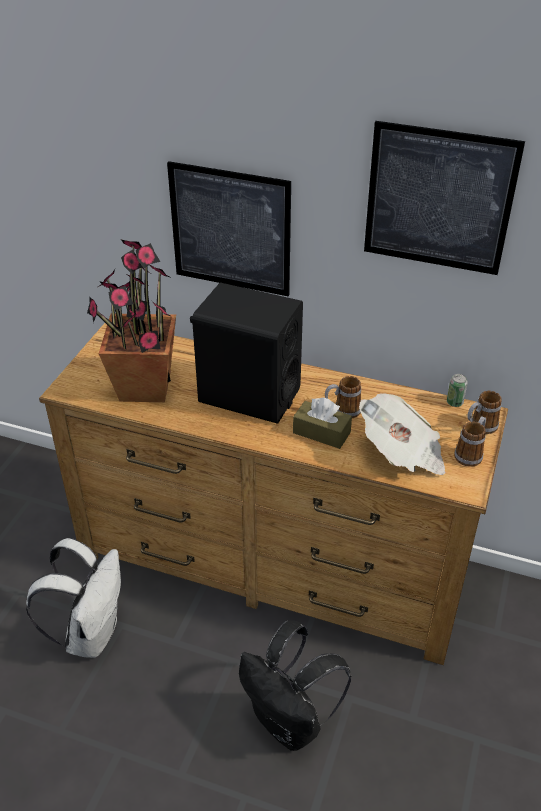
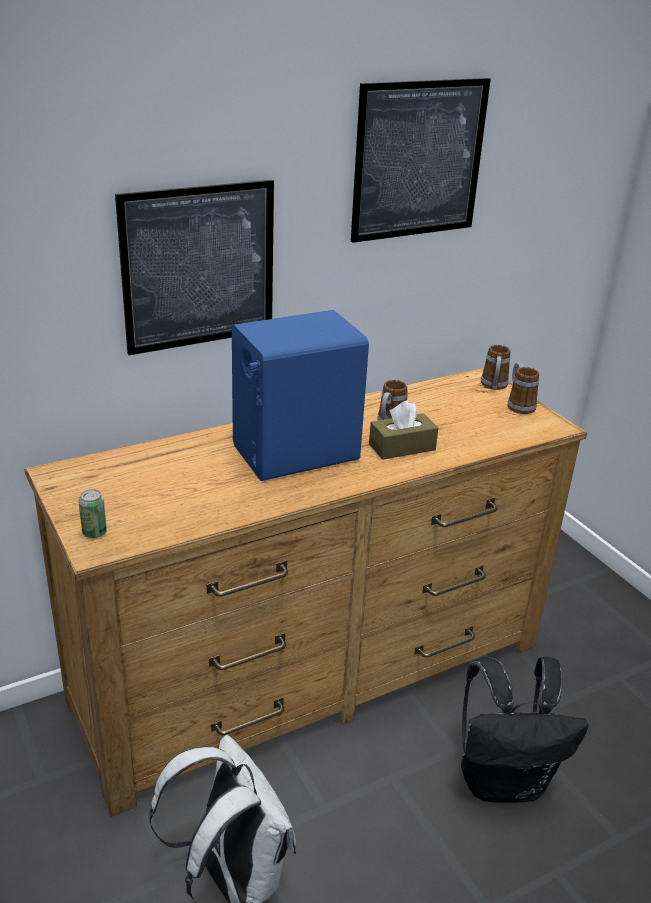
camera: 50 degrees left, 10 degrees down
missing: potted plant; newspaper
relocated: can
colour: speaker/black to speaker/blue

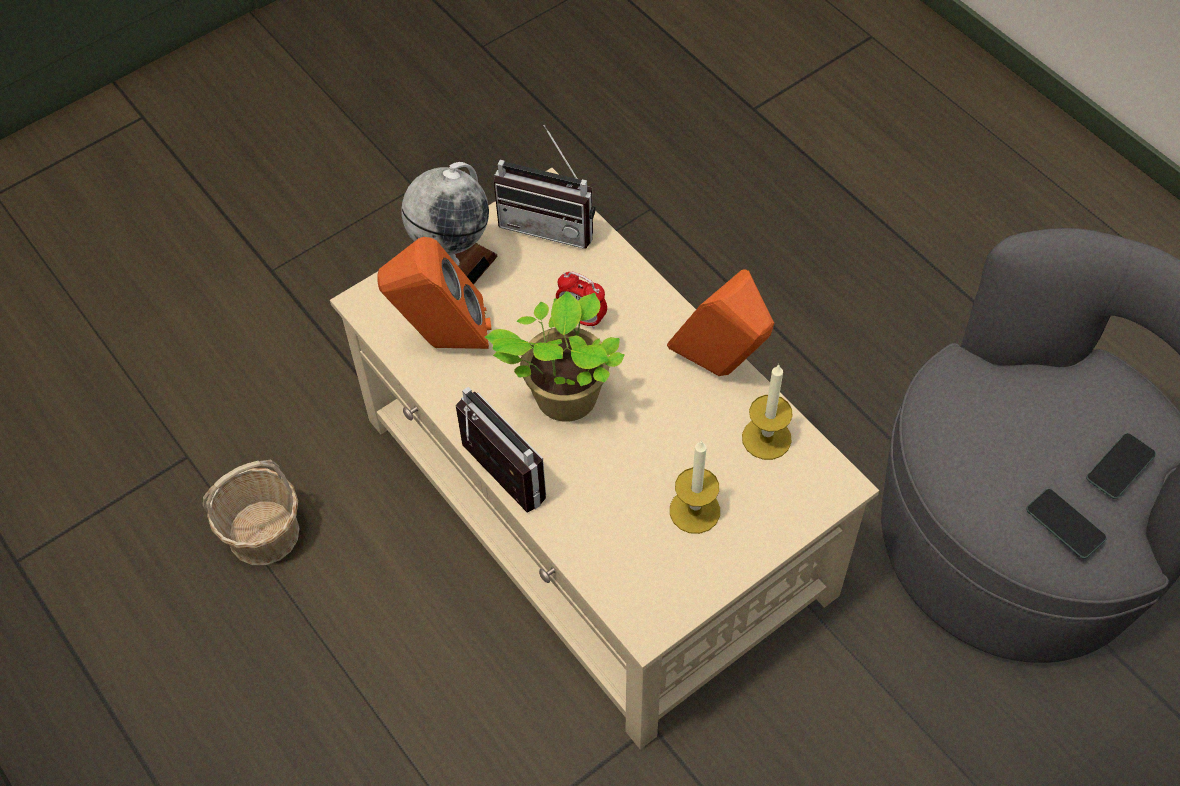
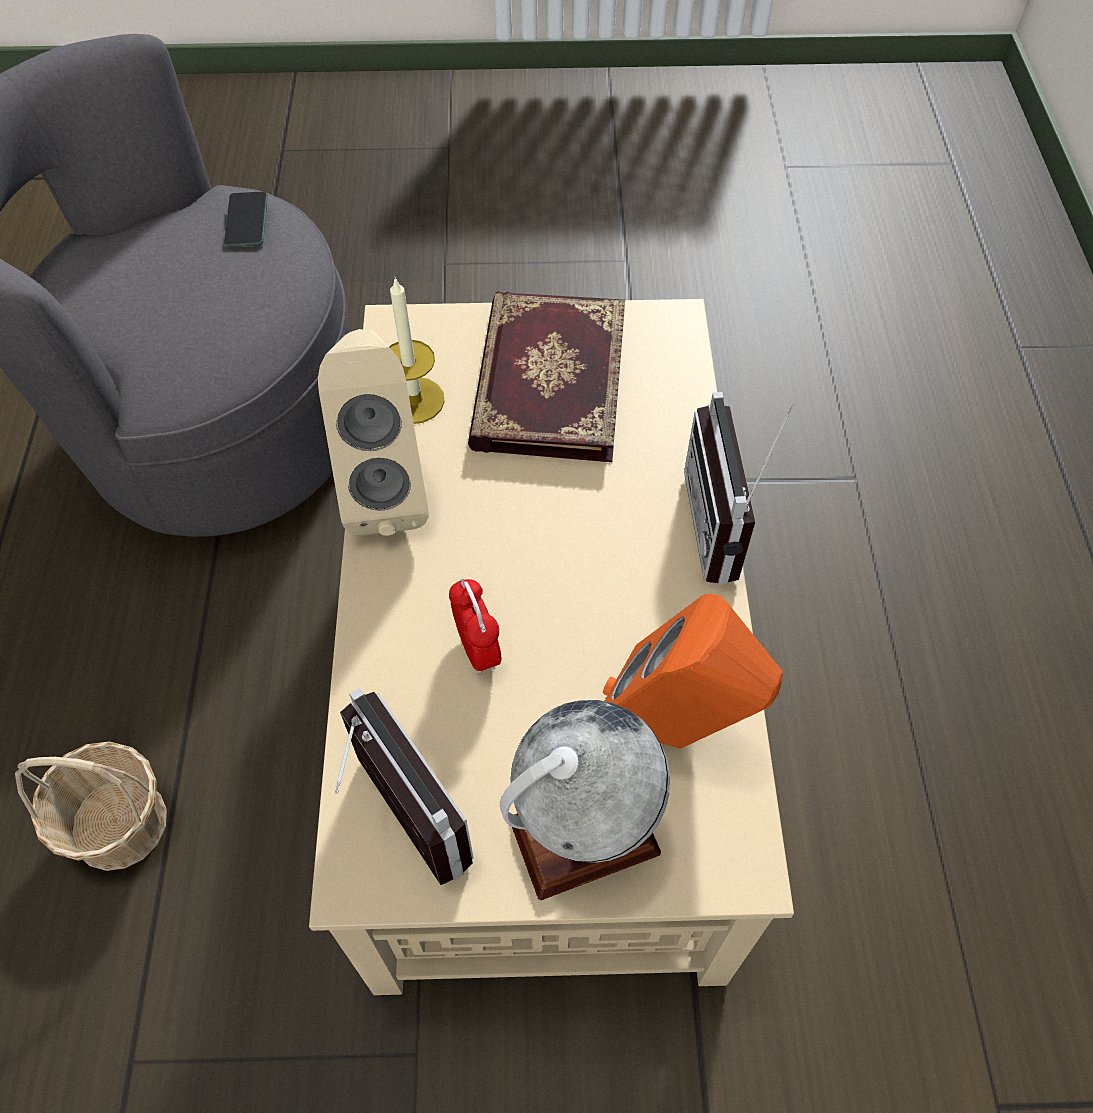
camera: 145 degrees left, 0 degrees up
missing: potted plant; phone (no. 2 from left)
relocated: basket
exchanged: candle (no. 1 from left) to book
colour: speaker/orange (no. 2 from left) to speaker/beige

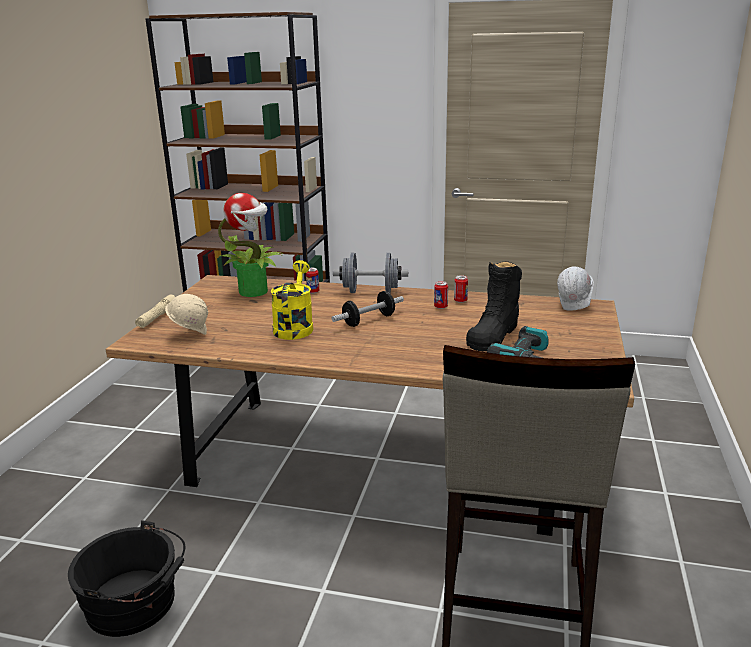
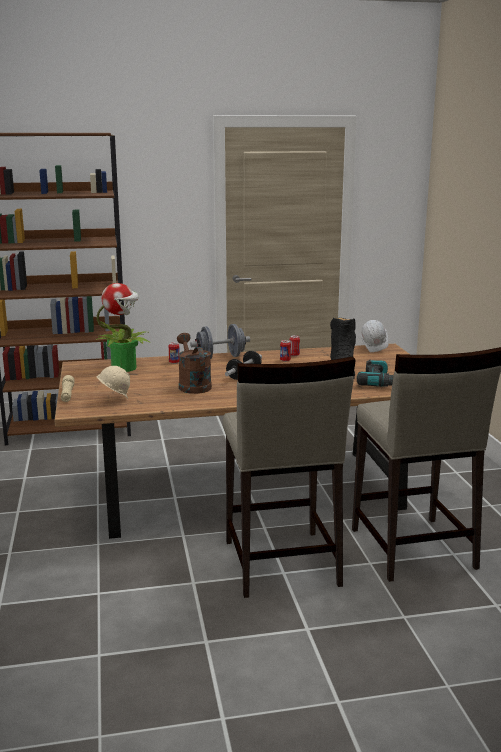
camera: 25 degrees left, 5 degrees down
missing: bucket/black
appeared: stool/beige (no. 1 from left)
colour: watering can/yellow to watering can/brown

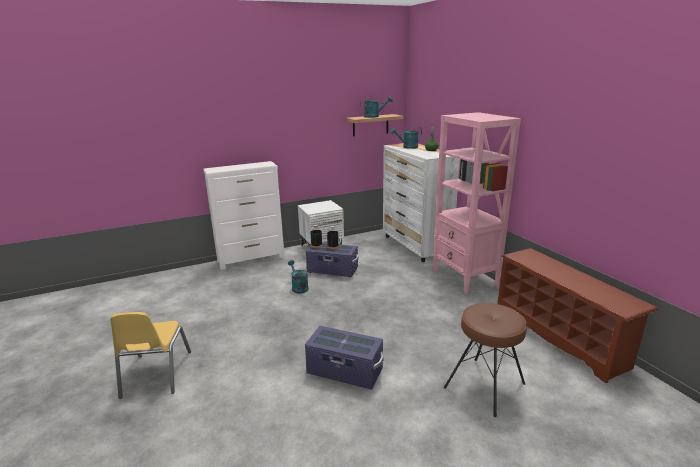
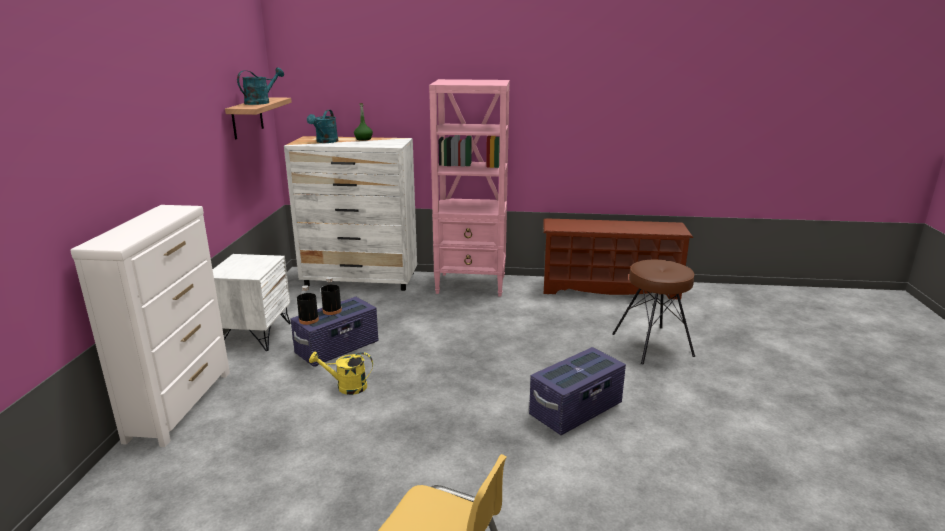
camera: 60 degrees left, 0 degrees up
colour: watering can/turquoise (no. 1 from left) to watering can/yellow

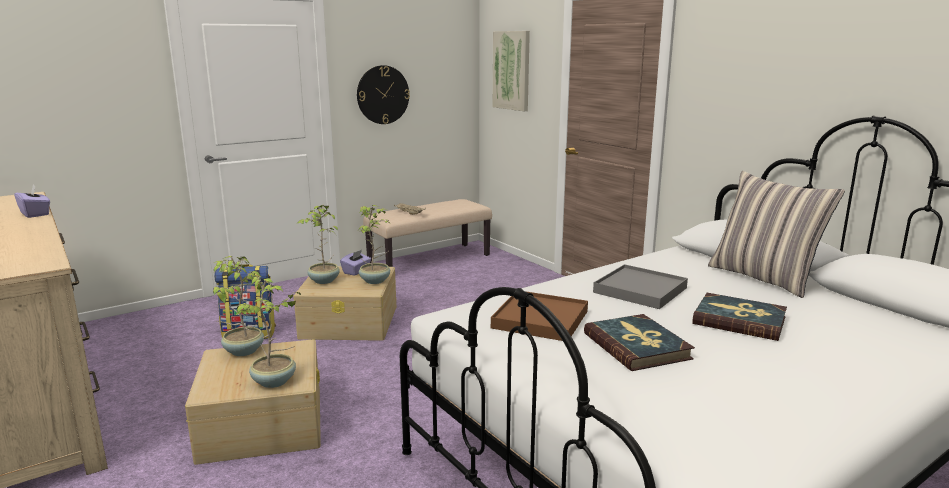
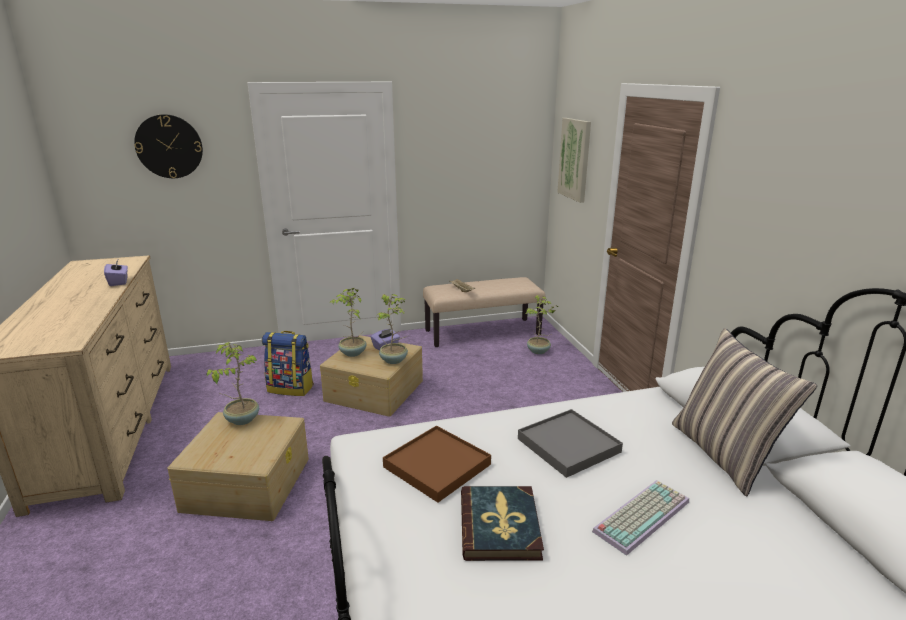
camera: 20 degrees right, 5 degrees up
relocated: wall clock; potted plant (no. 2 from left in the first image) to potted plant (no. 4 from left)
exchanged: book (no. 2 from left) to keyboard

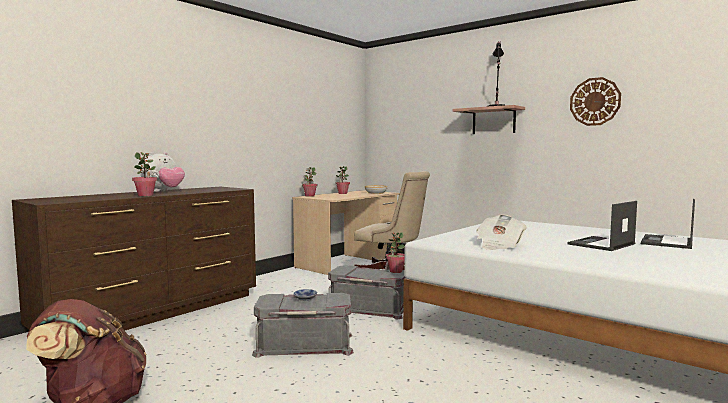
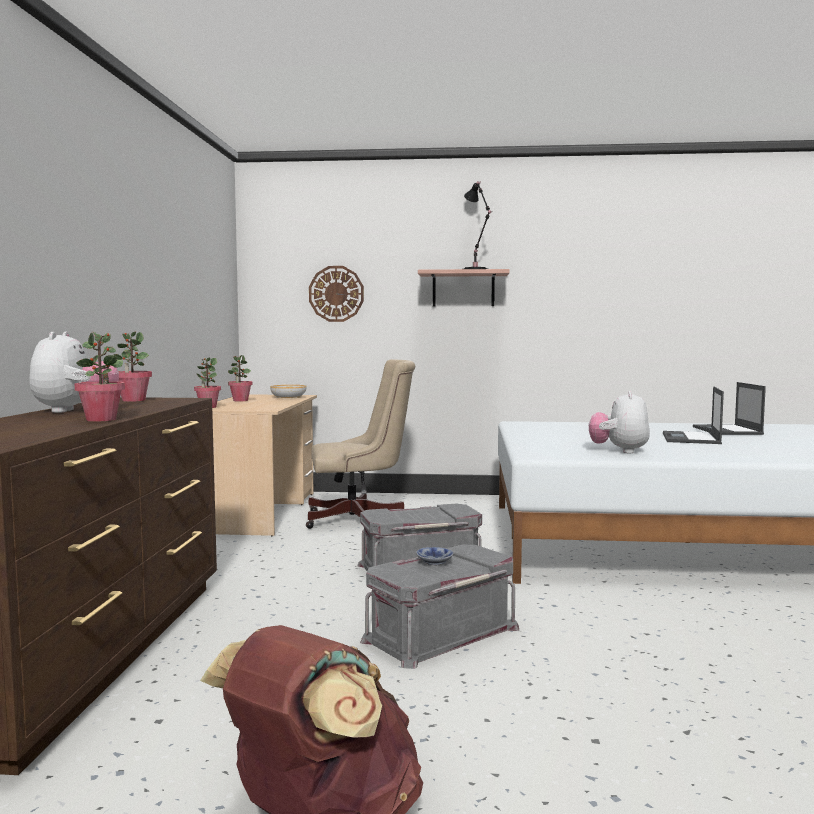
camera: 35 degrees left, 0 degrees up
relocated: wall clock; potted plant (no. 4 from left in the first image) to potted plant (no. 2 from left)
exchanged: newspaper to plush toy (no. 2 from left)

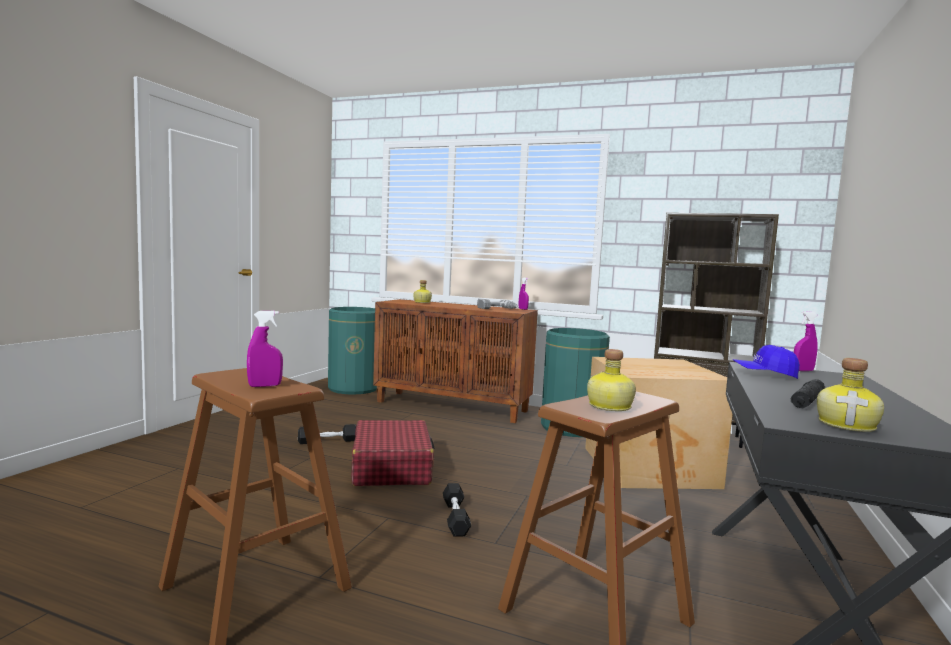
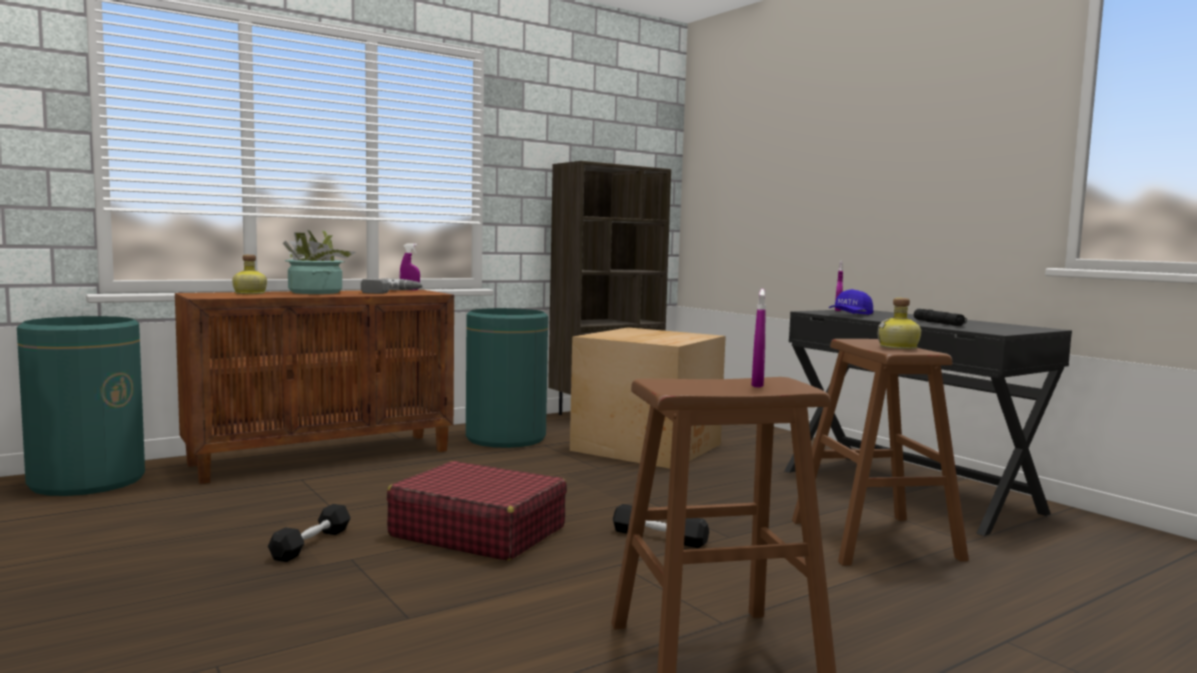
camera: 55 degrees left, 0 degrees up
missing: bottle (no. 3 from left)
appeared: potted plant

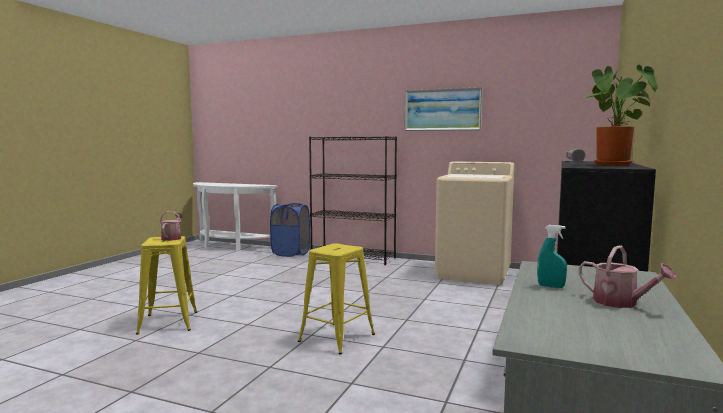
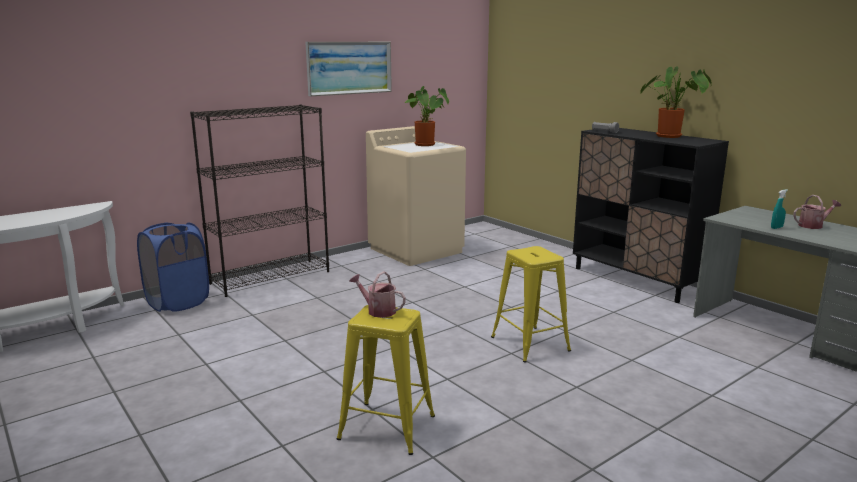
camera: 60 degrees left, 10 degrees up
appeared: potted plant (no. 1 from left)

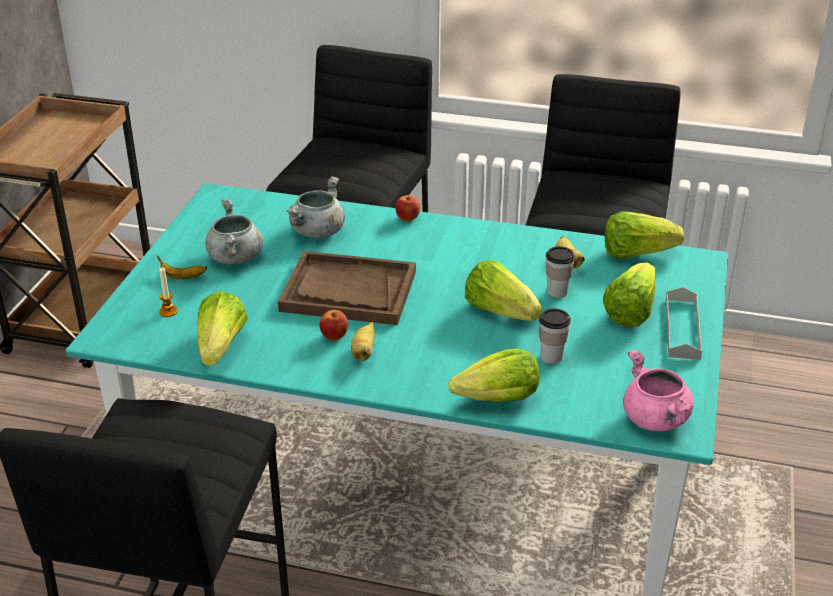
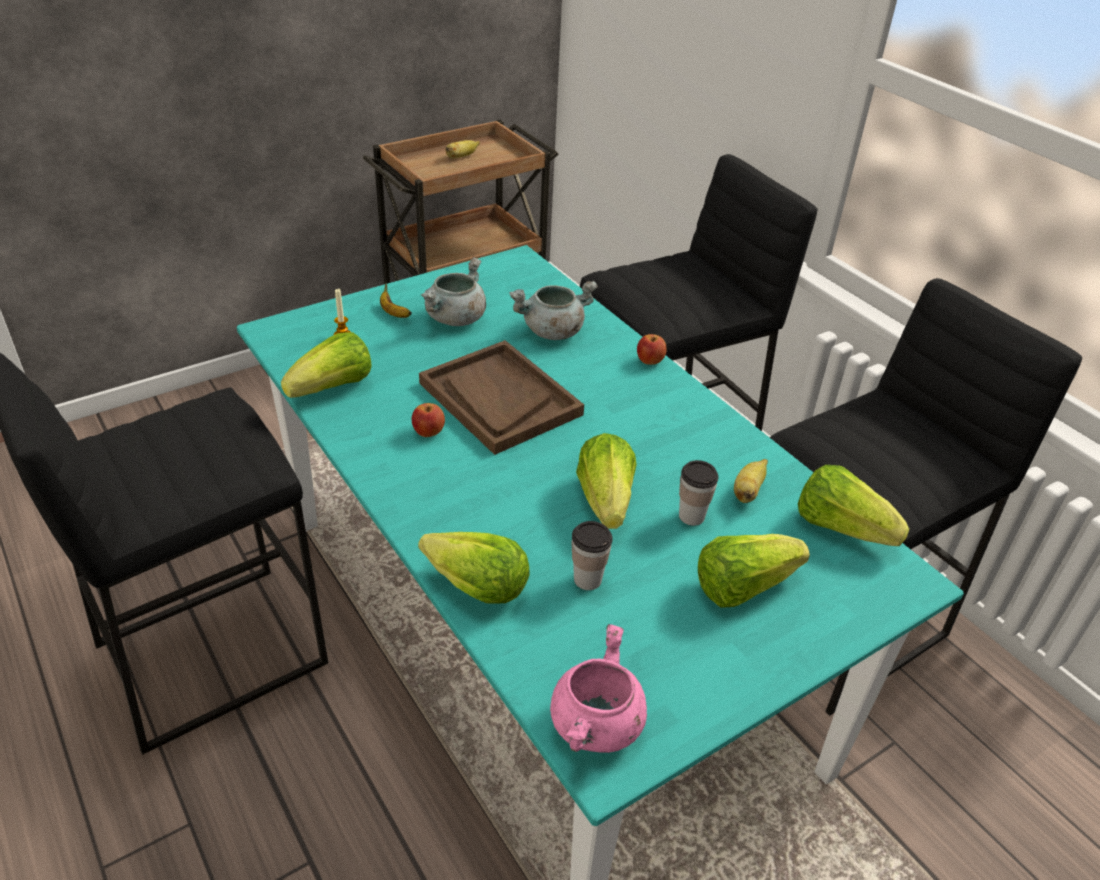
camera: 40 degrees right, 5 degrees up
missing: tray/grey
relocated: banana (no. 2 from left)

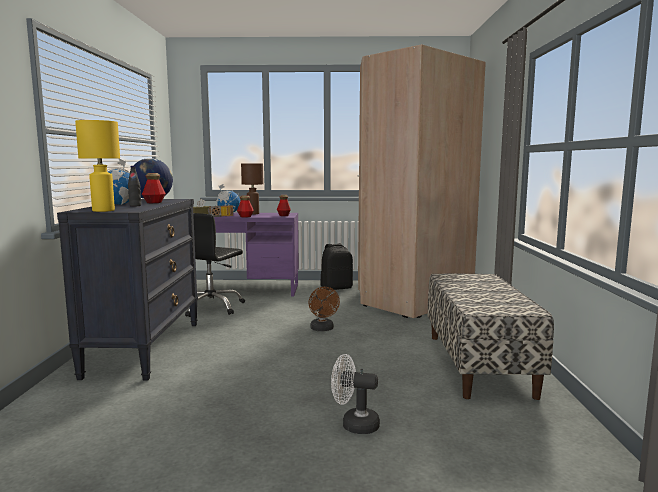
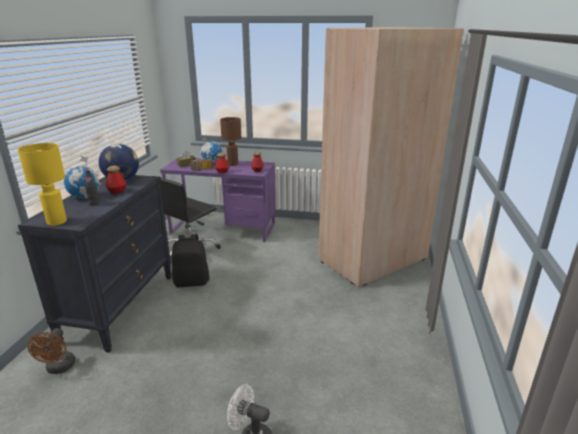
camera: 10 degrees right, 15 degrees up
missing: bench
relocated: backpack/black; fan/brown

